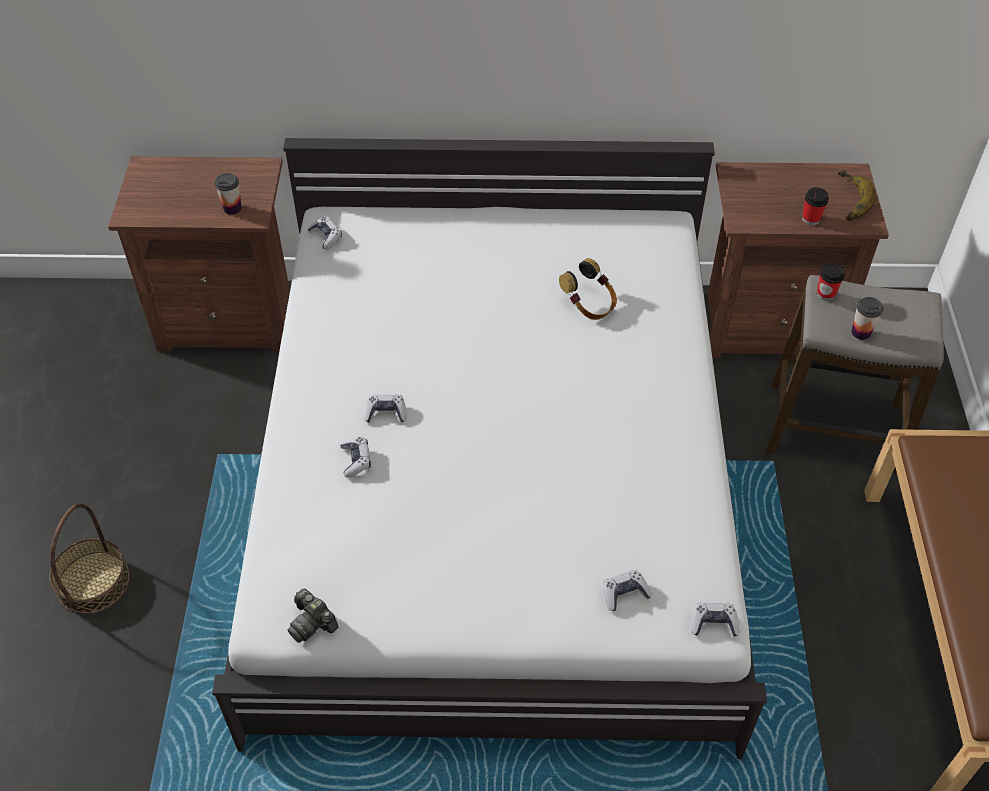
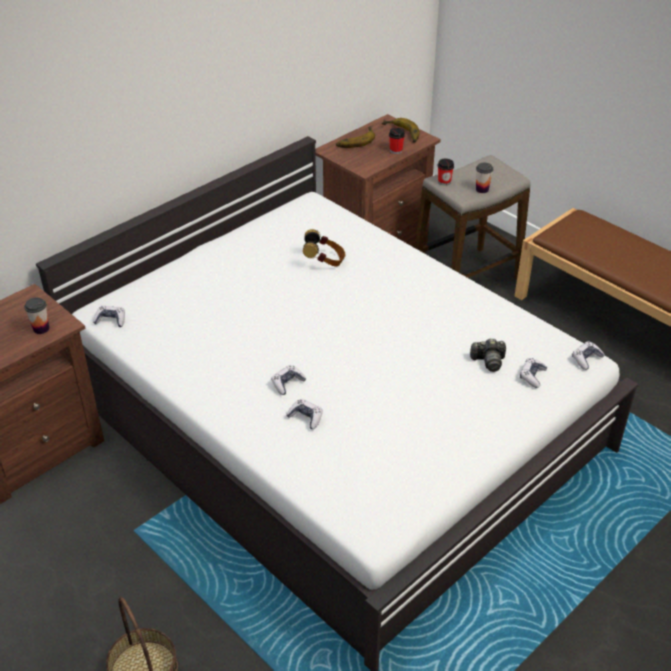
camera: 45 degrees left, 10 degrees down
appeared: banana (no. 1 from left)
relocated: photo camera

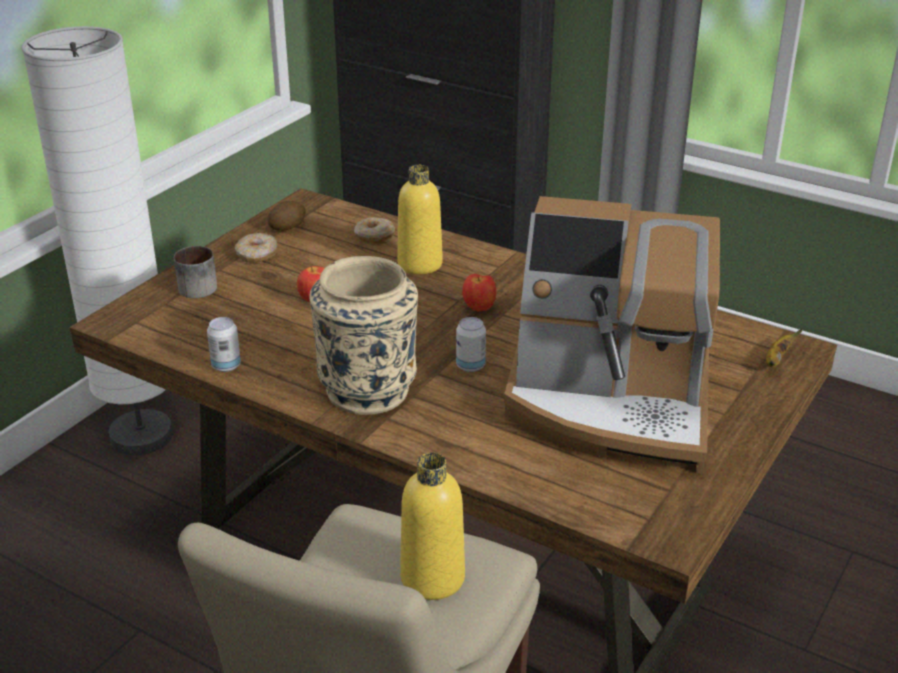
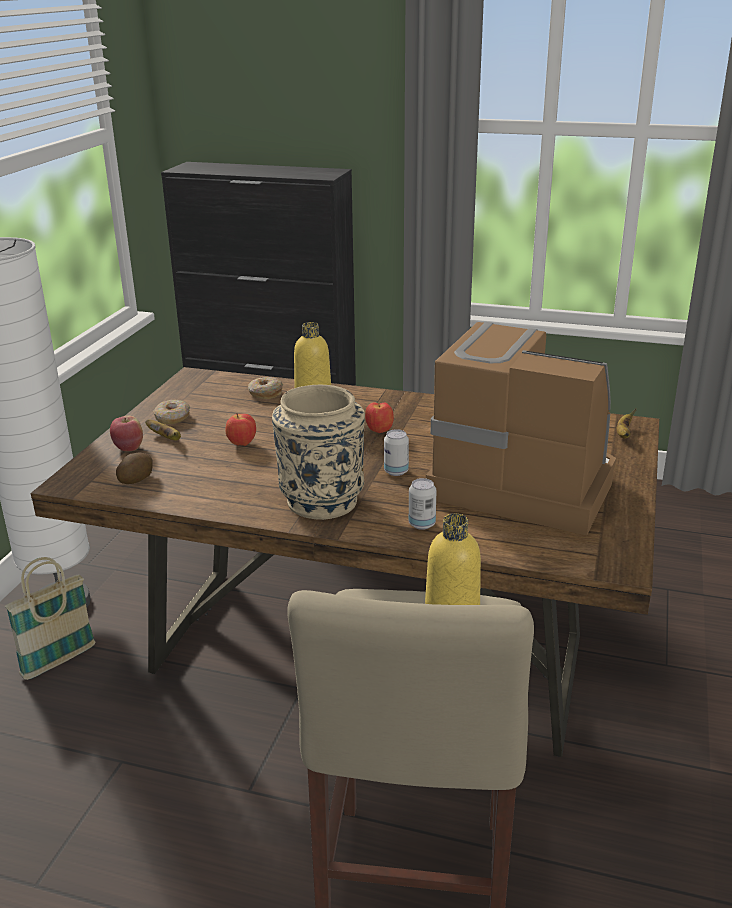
camera: 15 degrees left, 5 degrees down
appeared: banana (no. 1 from left); basket
relocated: potato; can (no. 1 from left in the first image) to can (no. 2 from left)
exchanged: mug to apple (no. 1 from left)
spun: coffee machine 150 degrees counterclockwise

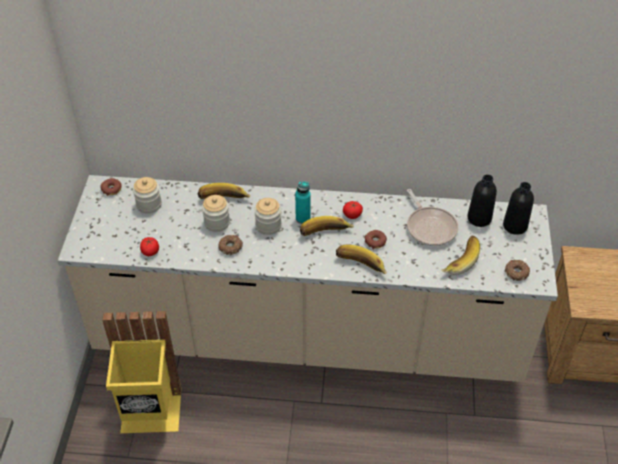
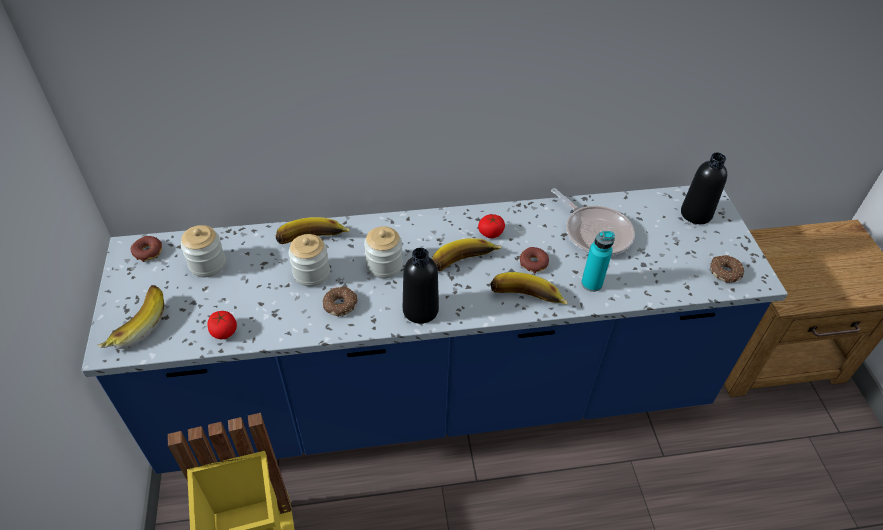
camera: 15 degrees left, 0 degrees up
relocated: bottle/black (no. 1 from left); bottle/turquoise; banana (no. 4 from left in the first image) to banana (no. 1 from left)
colour: counter/beige to counter/blue

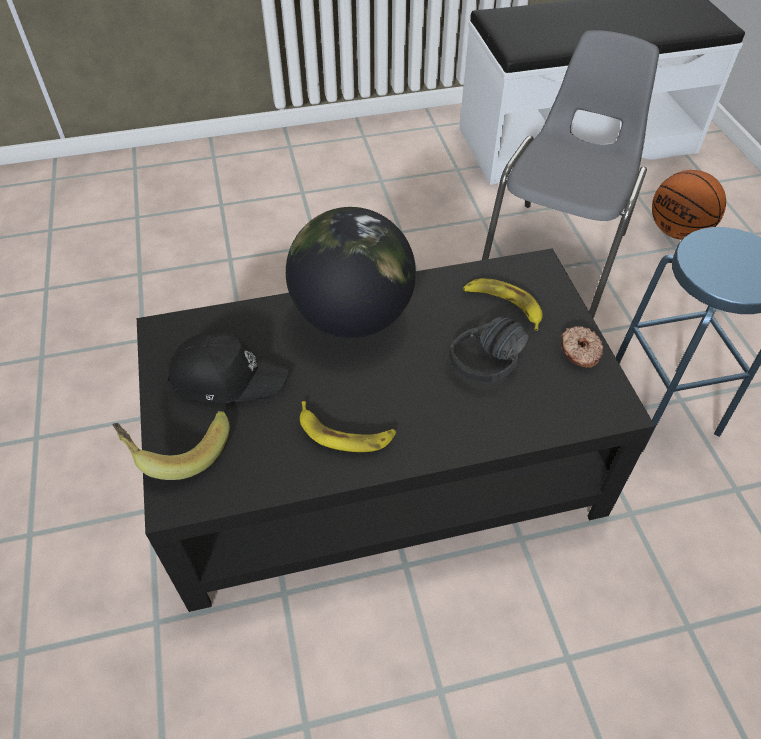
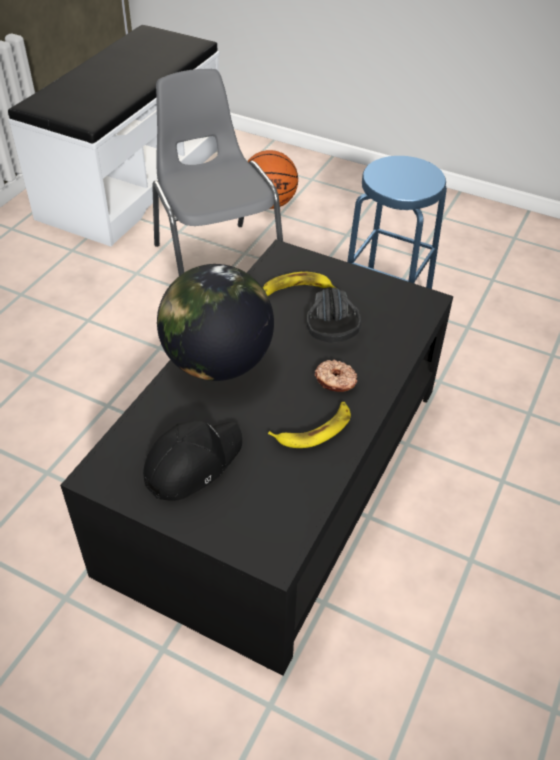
camera: 50 degrees left, 5 degrees down
missing: banana (no. 1 from left)
relocated: donut

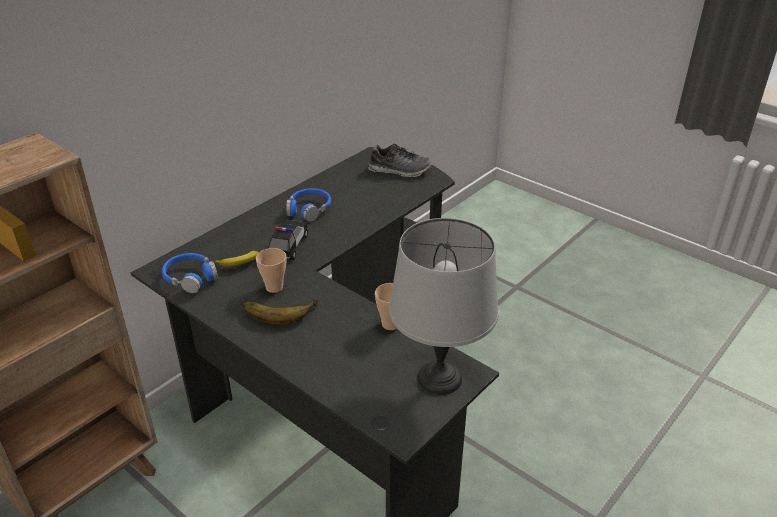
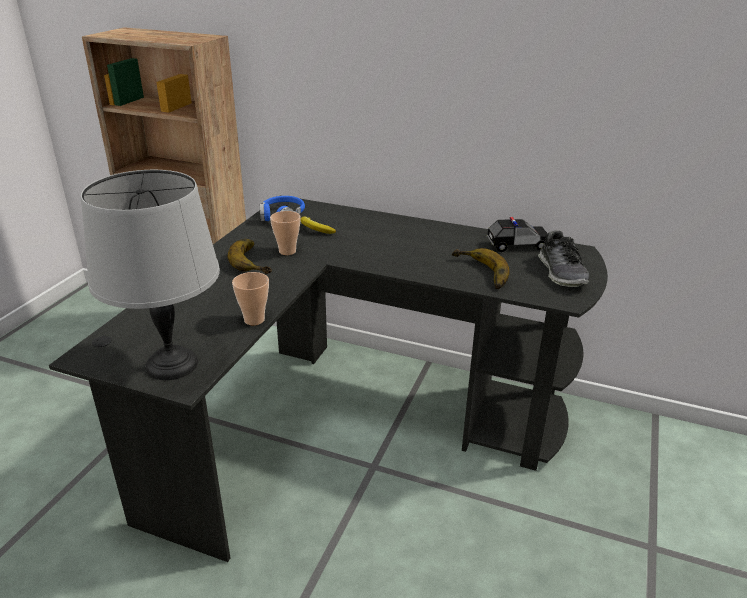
camera: 70 degrees right, 5 degrees down
missing: headphones/blue (no. 2 from left)
appeared: banana (no. 3 from left)
relocated: toy car

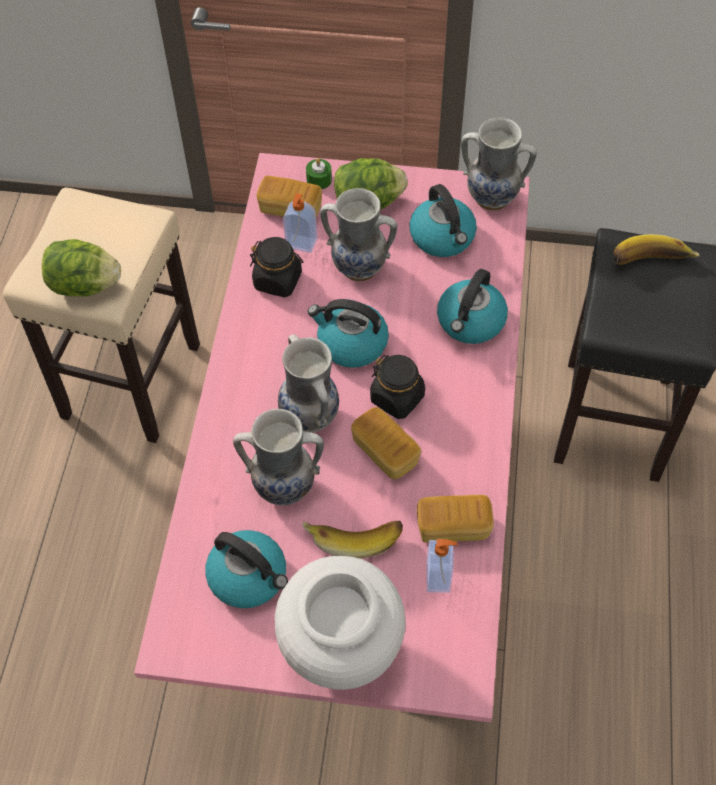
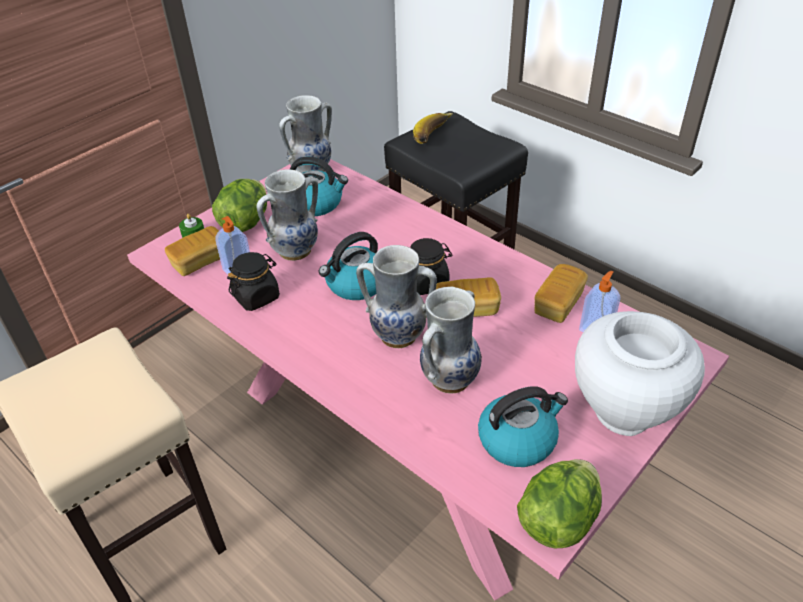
camera: 55 degrees left, 15 degrees down
missing: kettle (no. 4 from left); banana (no. 1 from left)
relocated: lettuce (no. 1 from left in the first image) to lettuce (no. 2 from left)

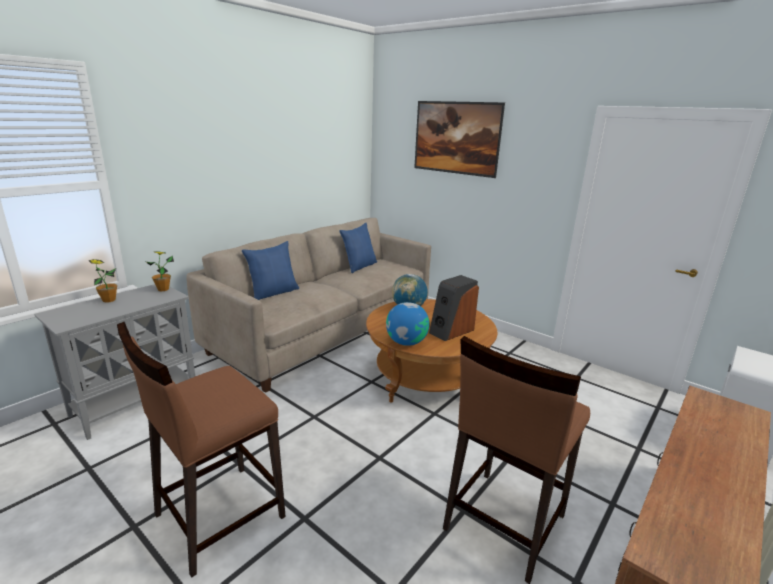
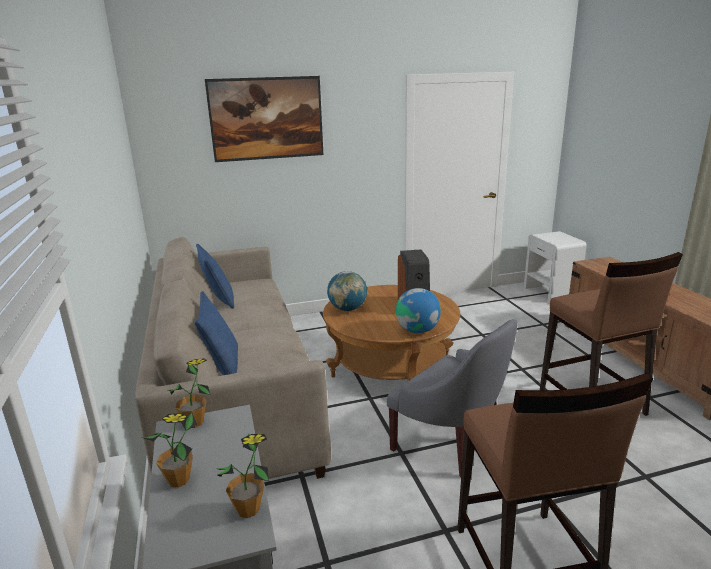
camera: 55 degrees left, 0 degrees up
appeared: armchair/grey; potted plant (no. 3 from left)

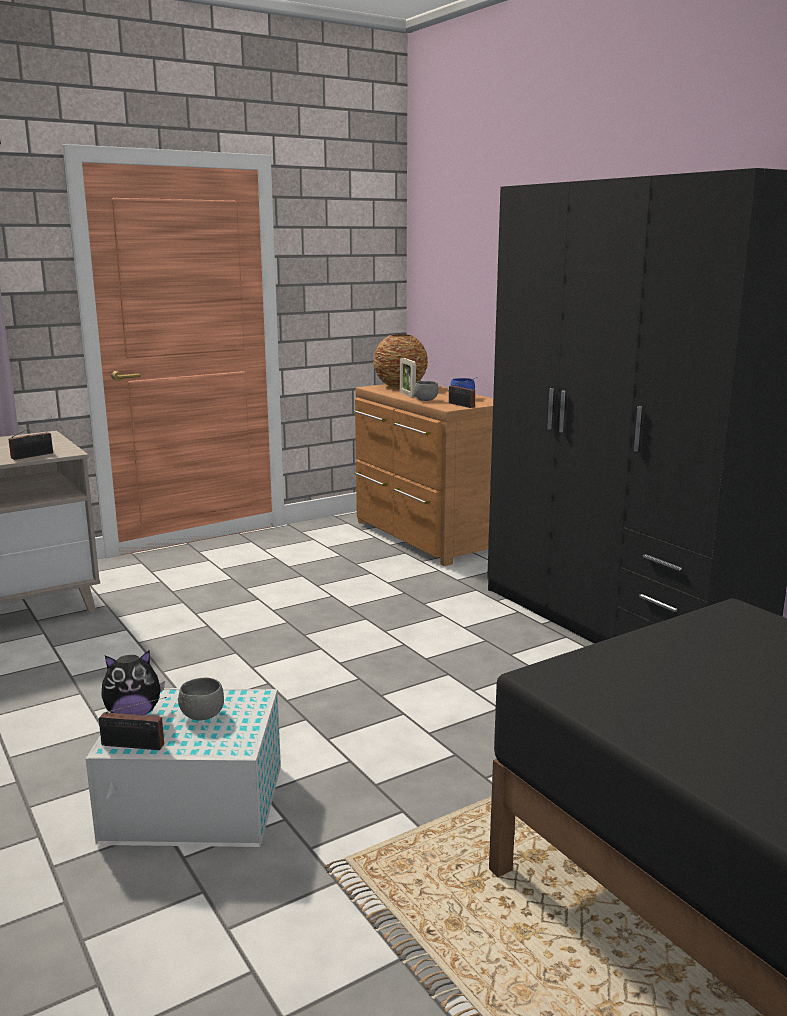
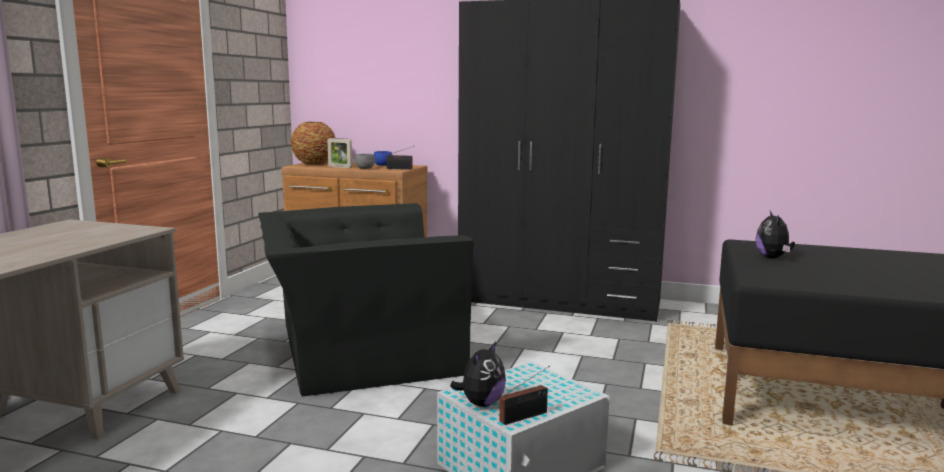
camera: 40 degrees left, 5 degrees down
missing: radio (no. 1 from left); bowl/grey (no. 1 from left)
appeared: armchair/black; plush toy (no. 2 from left)

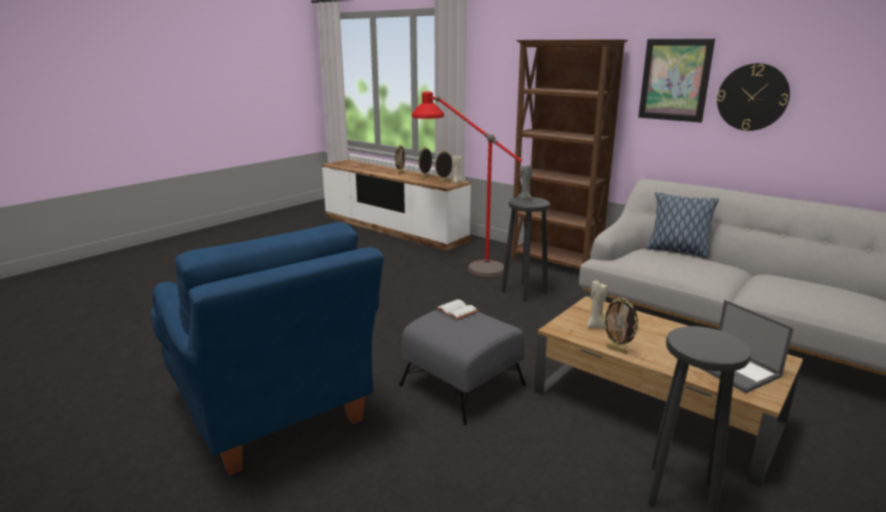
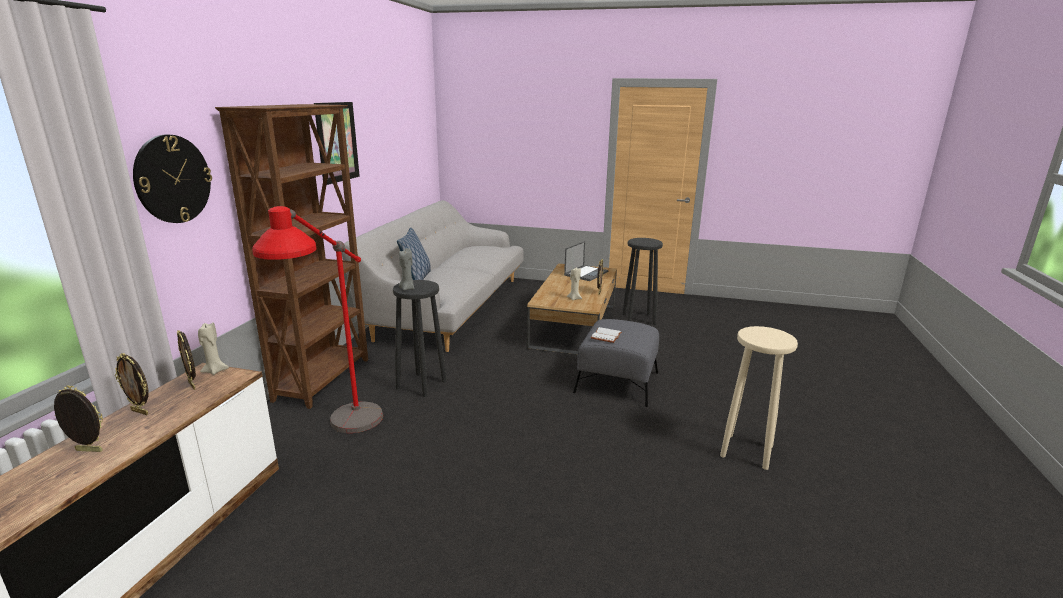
camera: 115 degrees left, 0 degrees up
relocated: wall clock
exchanged: armchair/blue to stool/beige

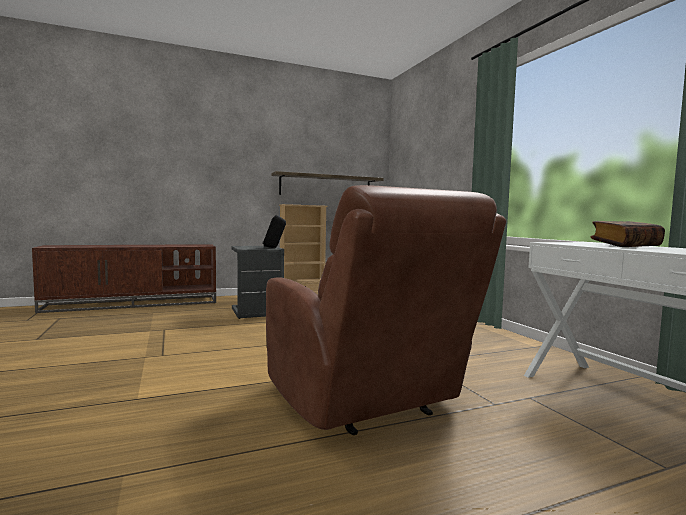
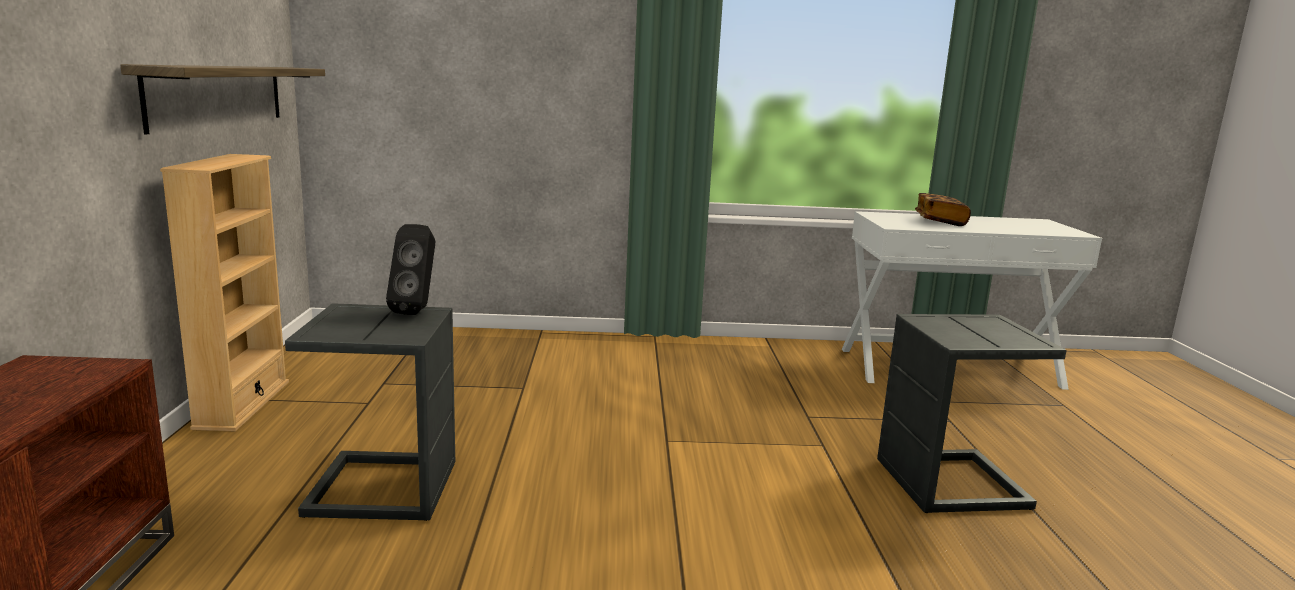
camera: 70 degrees left, 10 degrees up
exchanged: armchair/brown to side table/grey (no. 2 from left)

